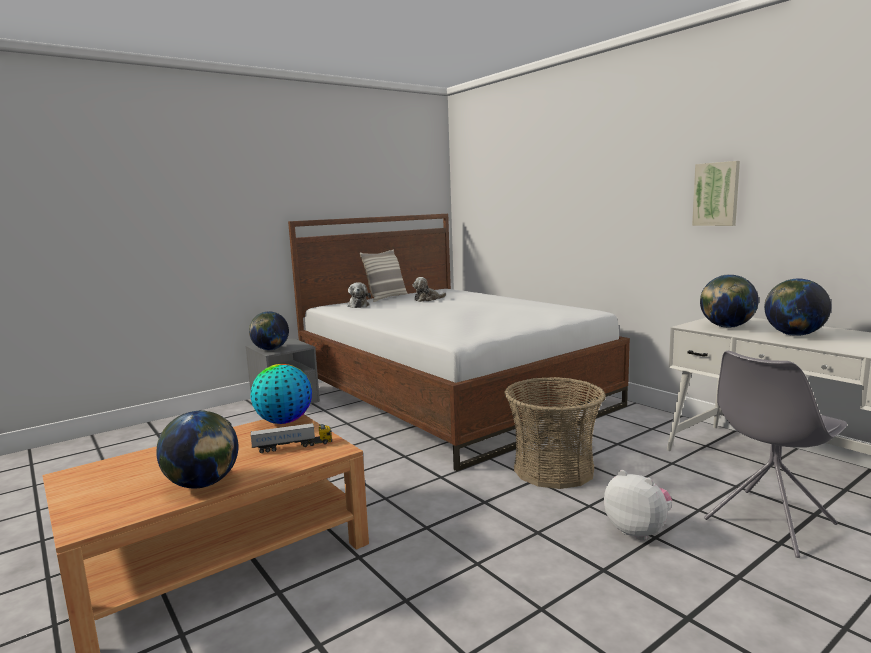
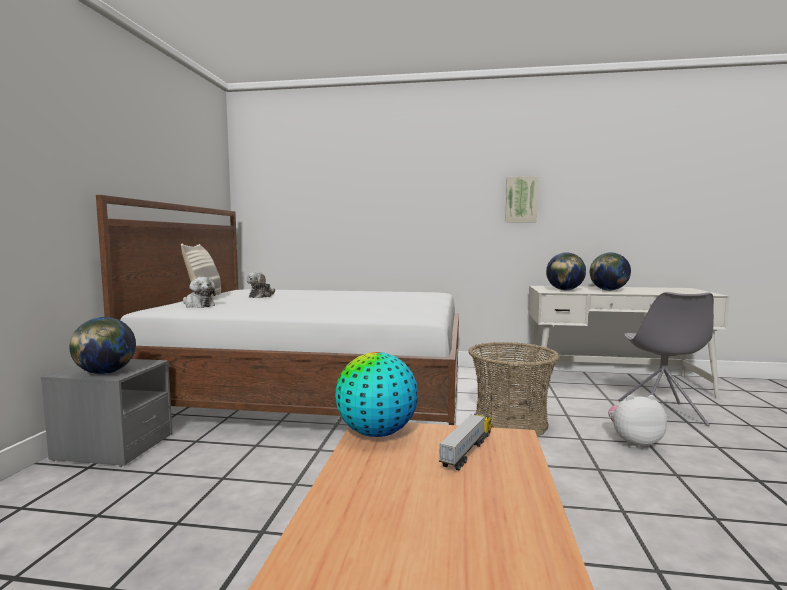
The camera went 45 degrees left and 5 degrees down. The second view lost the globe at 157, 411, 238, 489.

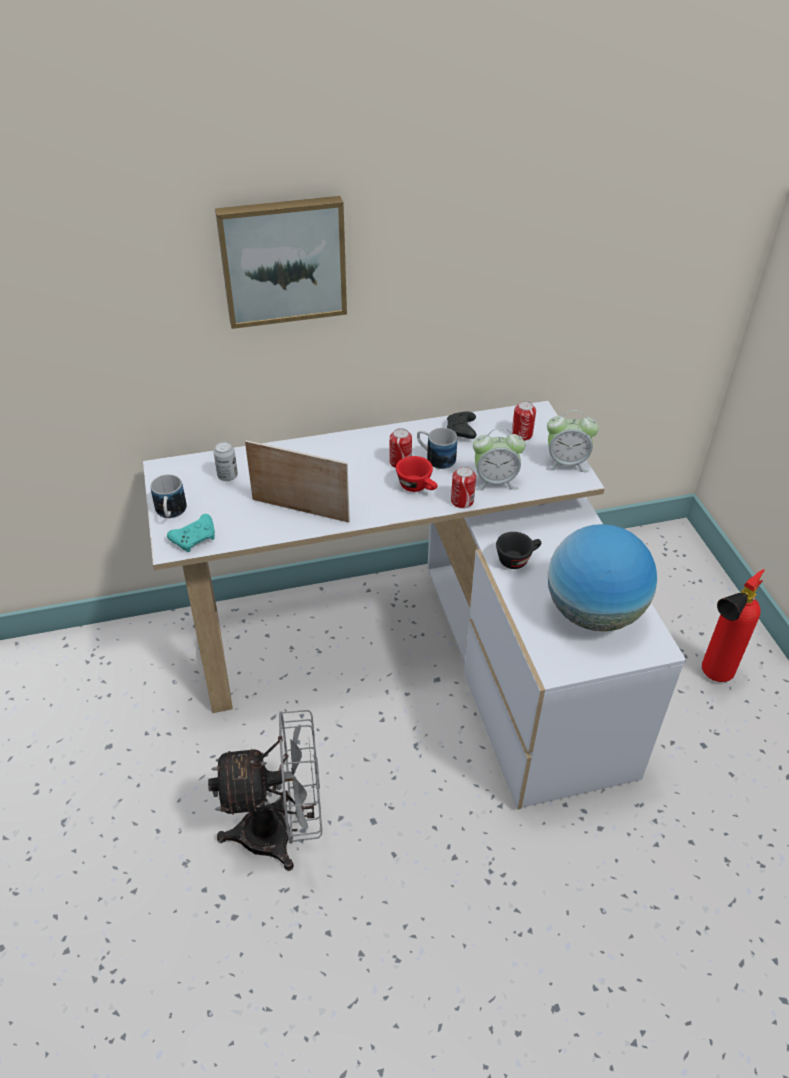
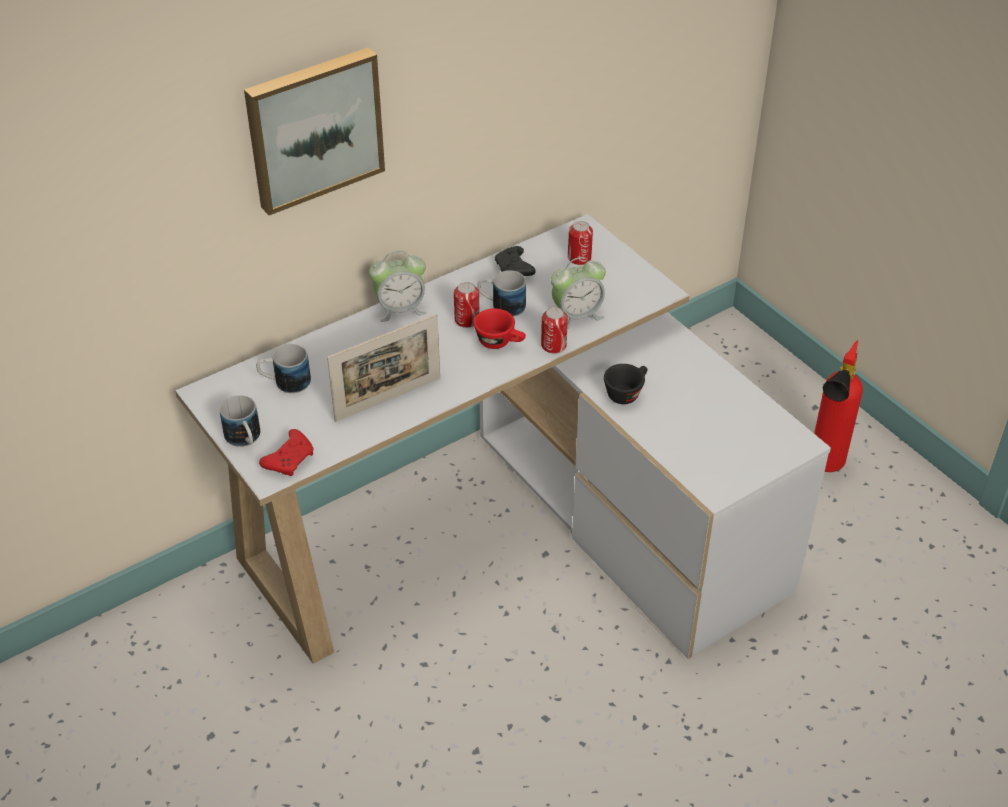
The camera went 20 degrees left and 0 degrees up. What was the game controller (turquoise) at 167, 514, 215, 552 turned into the game controller (red) at 259, 429, 313, 476. The second view lost the fan (grey) at 208, 710, 322, 871. Where the can stood at 213, 442, 238, 481, the mug came to stand at 256, 344, 311, 393. The picture frame at 245, 440, 350, 523 ended up facing another way, 150 degrees clockwise from before. The alarm clock ended up elsewhere, having gone from 546, 410, 599, 472 to 369, 251, 426, 322. The second view lost the globe at 548, 524, 657, 631.

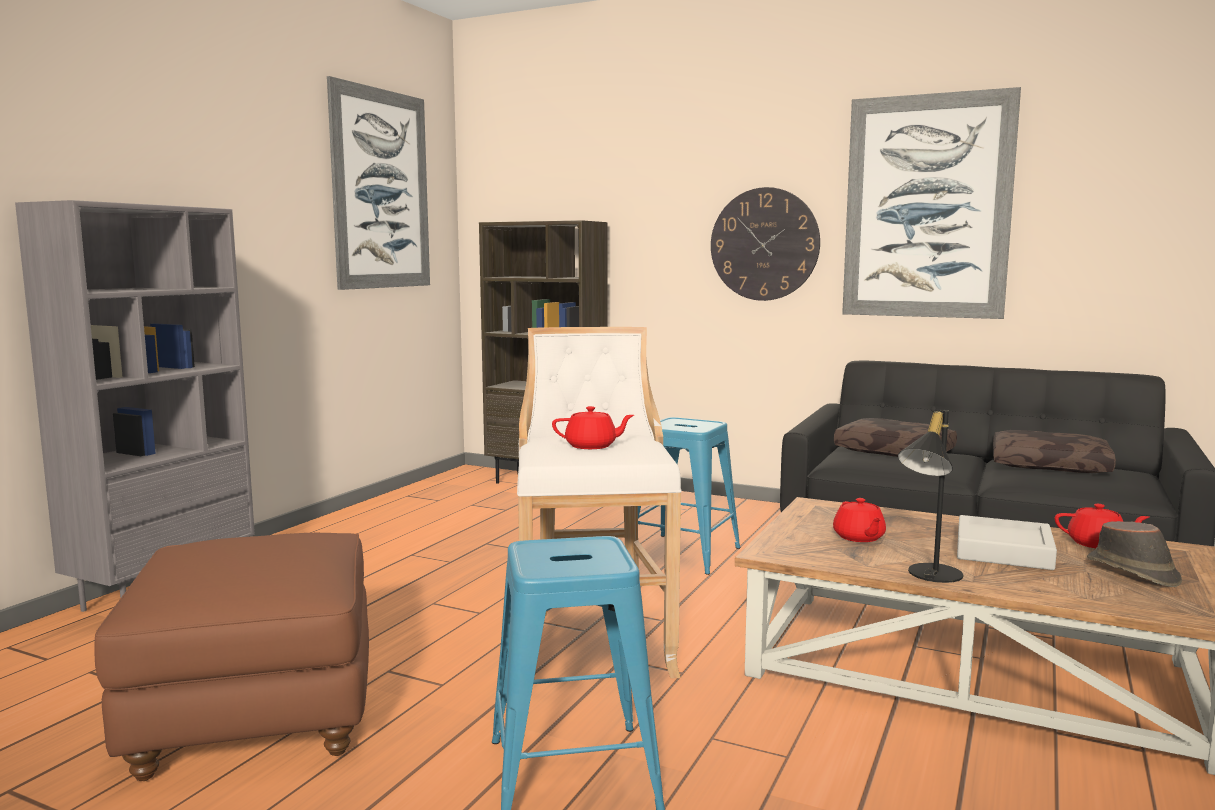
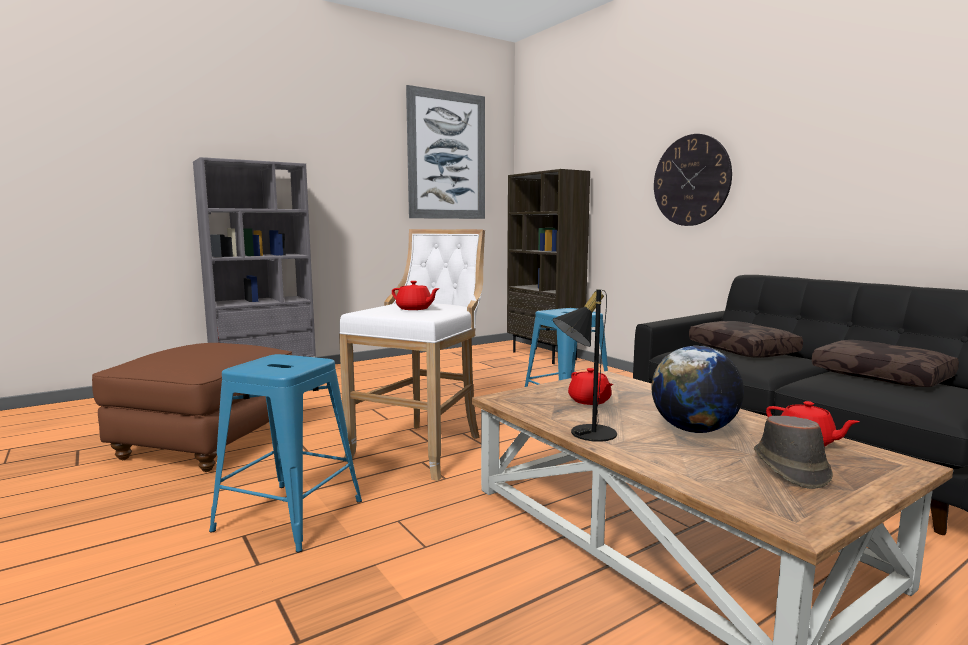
The camera went 30 degrees right and 0 degrees up. The teapot (red) at 833, 498, 886, 542 ended up facing another way, 45 degrees counterclockwise from before. The second view lost the picture at 842, 87, 1021, 319. Where the tray (grey) stood at 957, 515, 1057, 570, the globe came to stand at 652, 346, 744, 433.

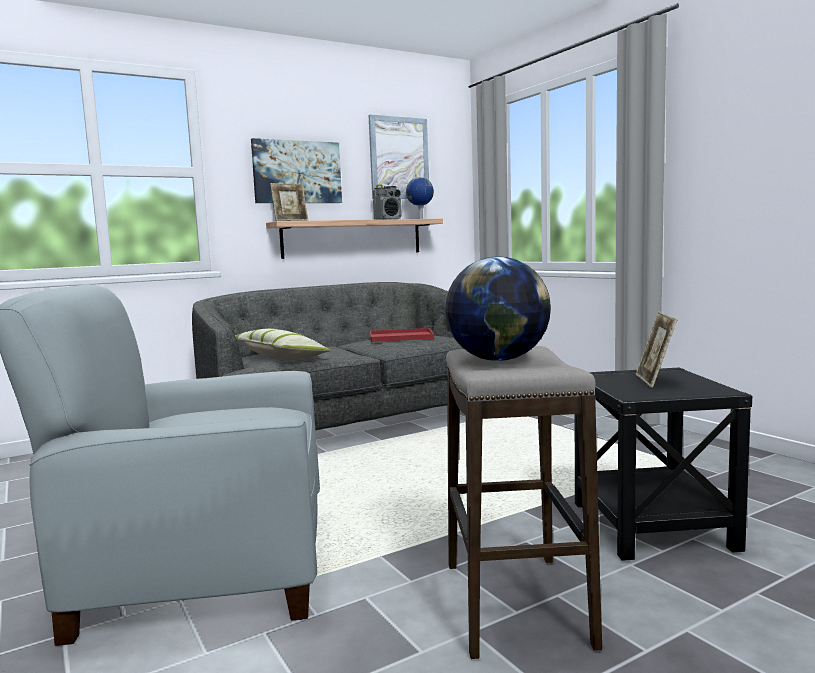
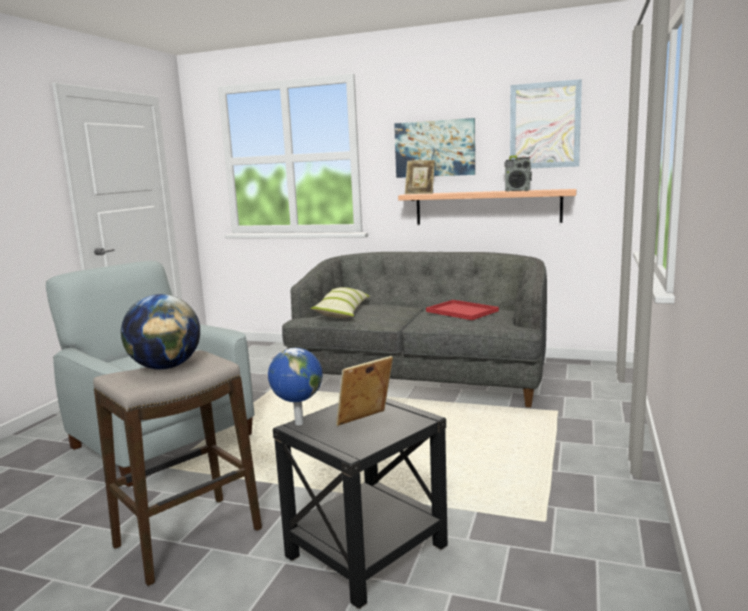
The camera went 50 degrees right and 5 degrees up. The globe ended up elsewhere, having gone from 406, 177, 434, 219 to 268, 348, 323, 425.

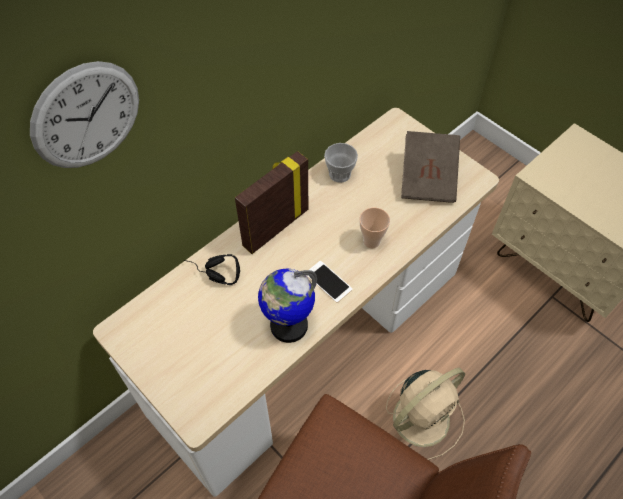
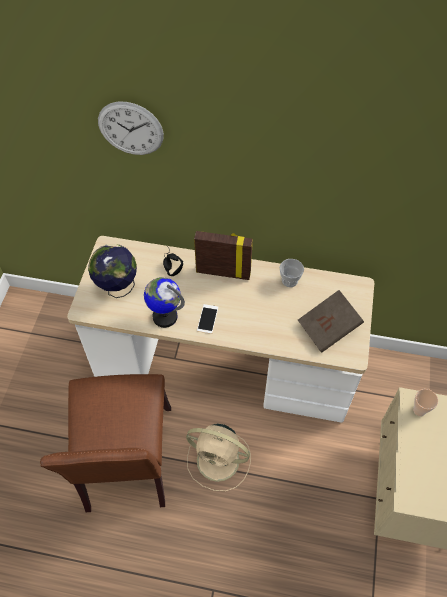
The camera went 55 degrees right and 0 degrees up. The cup ended up elsewhere, having gone from 360, 207, 390, 248 to 413, 389, 438, 416. The second view gained the globe at 88, 244, 137, 298.

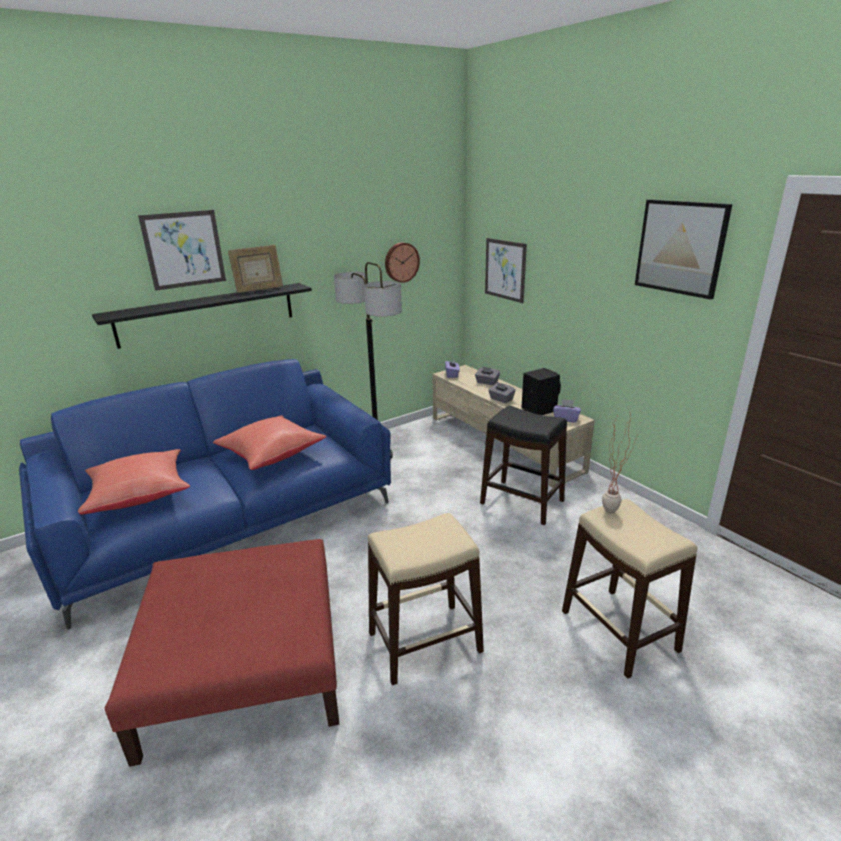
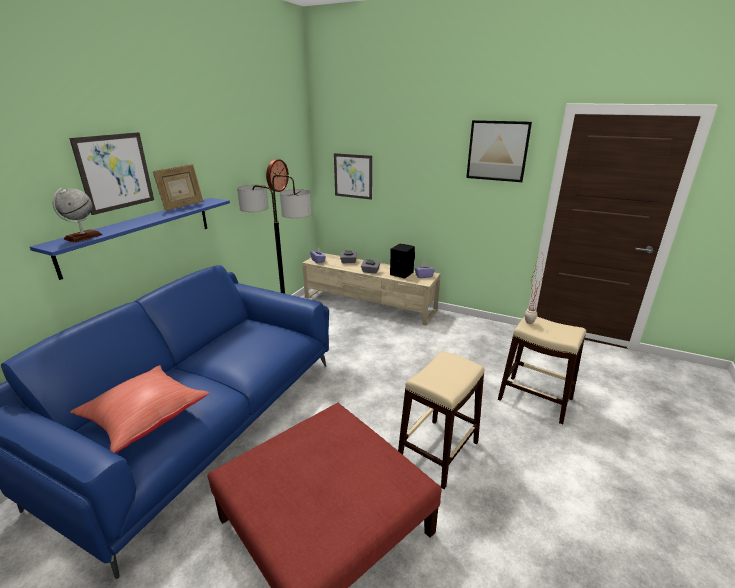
The camera went 30 degrees left and 0 degrees up. What was the shelf (black) at 92, 283, 312, 349 turned into the shelf (blue) at 30, 198, 230, 280. The second view lost the pillow (red) at 213, 415, 326, 470. The second view lost the stool (black) at 480, 406, 567, 525. The second view gained the globe at 53, 188, 103, 243.

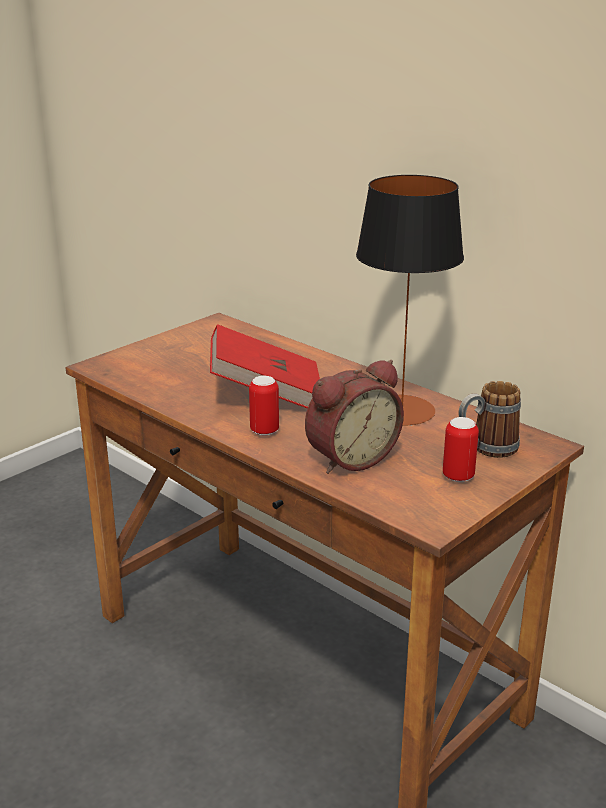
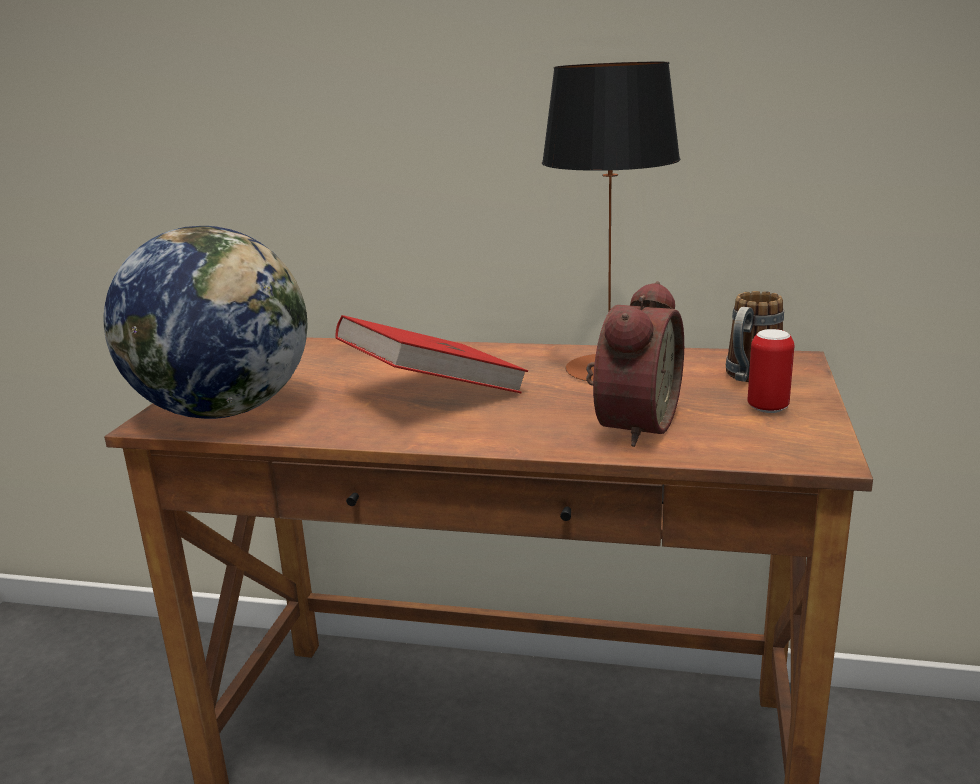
The camera went 30 degrees left and 5 degrees down. The second view lost the can at 249, 376, 279, 436. The second view gained the globe at 103, 226, 308, 419.

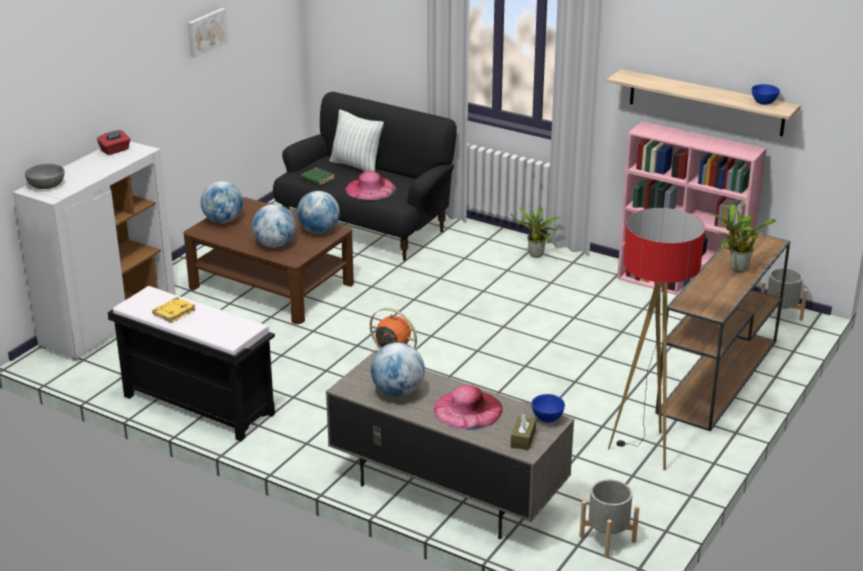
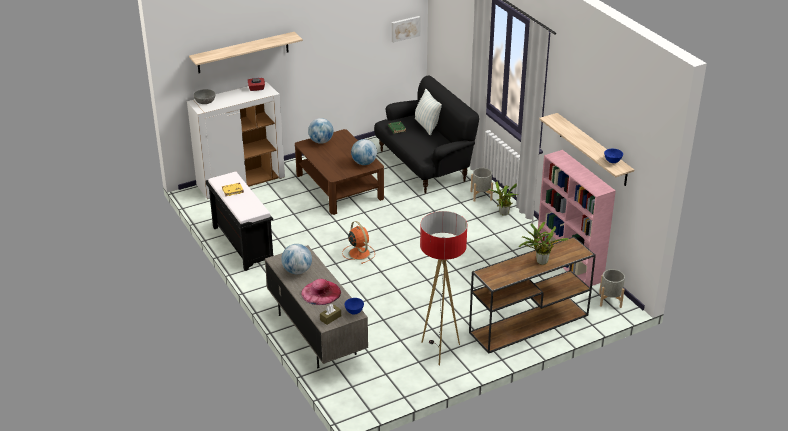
The camera went 30 degrees right and 5 degrees up. The picture ended up elsewhere, having gone from 188, 8, 228, 58 to 392, 16, 421, 43. The second view lost the globe at 252, 204, 296, 248. The second view lost the hat (pink) at 345, 171, 396, 200. The planter (grey) ended up elsewhere, having gone from 580, 479, 639, 557 to 470, 168, 493, 202. The second view gained the shelf at 189, 32, 303, 73.

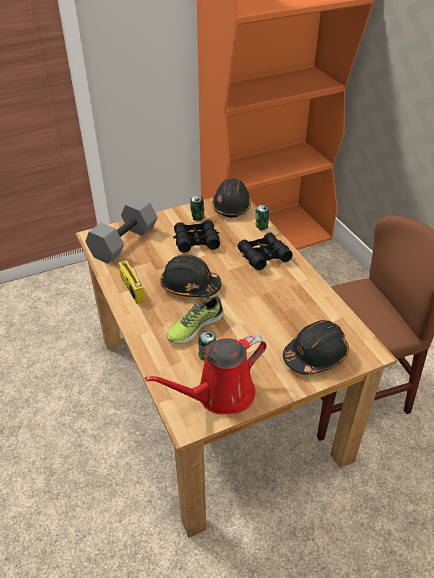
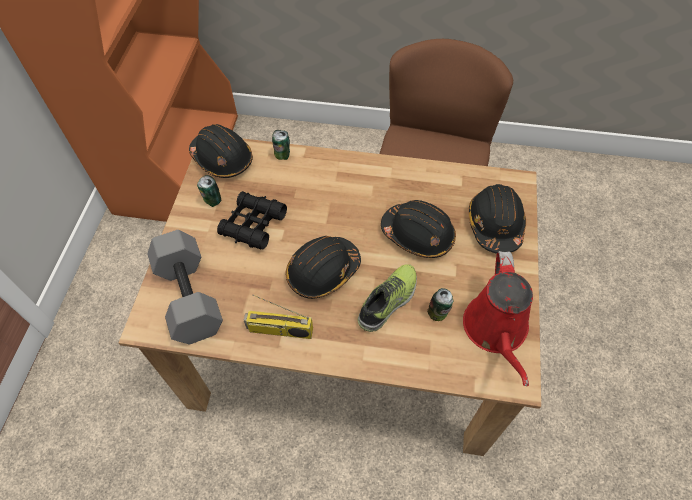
The camera went 55 degrees left and 15 degrees up. The shoe at 167, 296, 224, 344 ended up facing another way, 135 degrees counterclockwise from before. The second view lost the binoculars (black) at 238, 232, 293, 270. The second view gained the hard hat (black) at 381, 200, 456, 258.

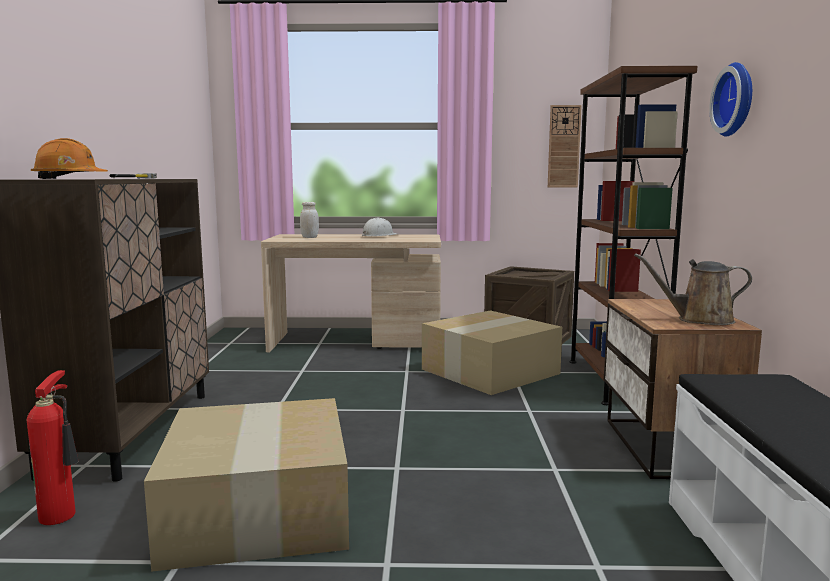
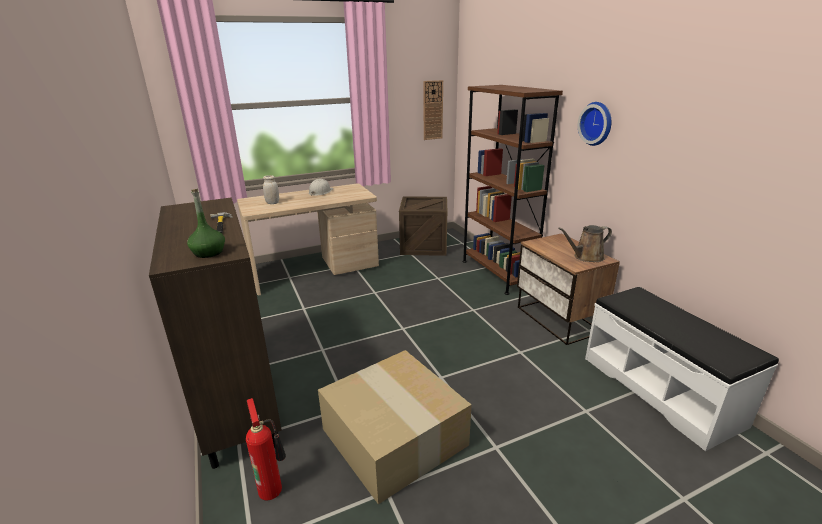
The camera went 25 degrees left and 15 degrees up. Where the hard hat (orange) stood at 31, 138, 108, 179, the bottle (green) came to stand at 187, 189, 225, 258. The second view lost the cardboard box at 422, 310, 562, 395.

